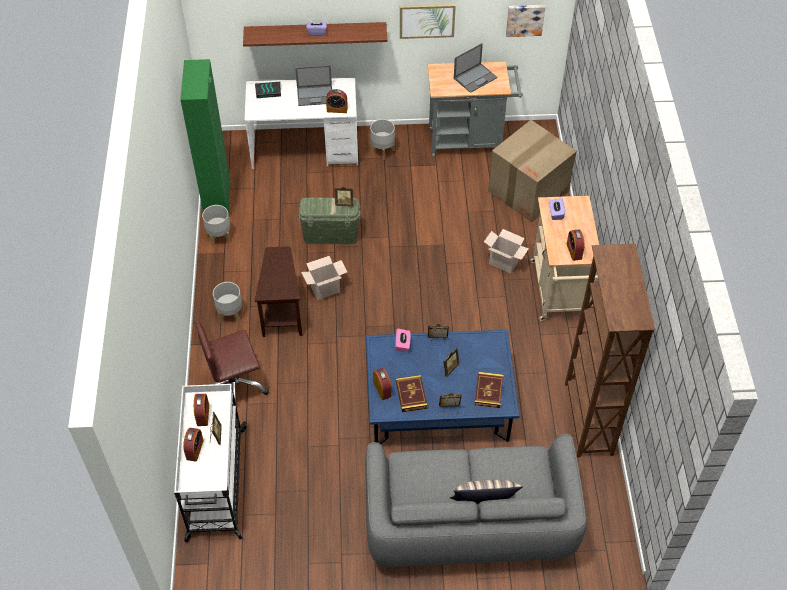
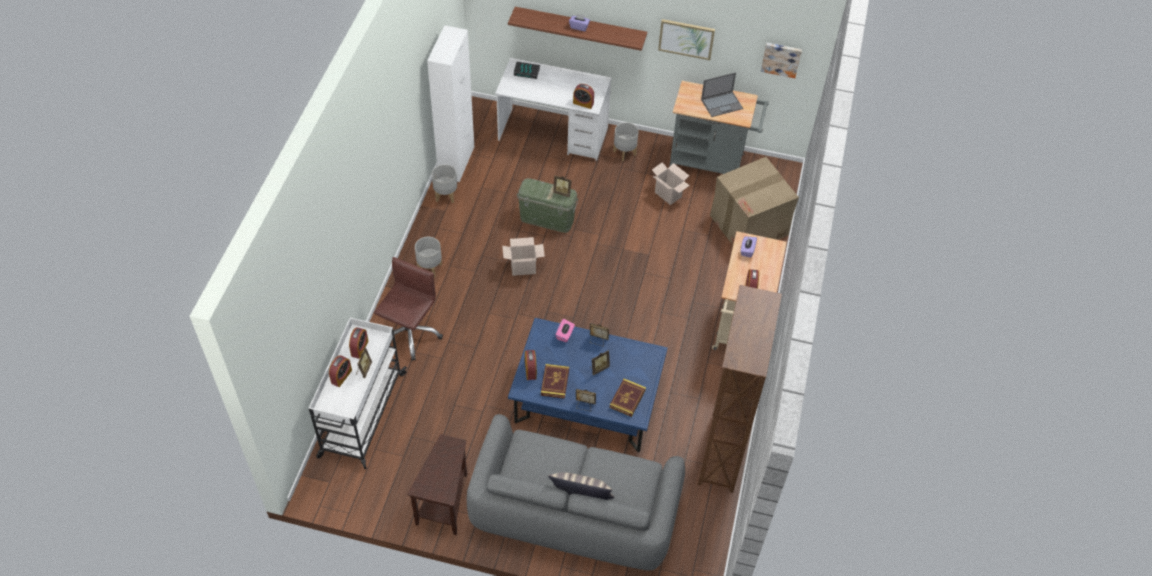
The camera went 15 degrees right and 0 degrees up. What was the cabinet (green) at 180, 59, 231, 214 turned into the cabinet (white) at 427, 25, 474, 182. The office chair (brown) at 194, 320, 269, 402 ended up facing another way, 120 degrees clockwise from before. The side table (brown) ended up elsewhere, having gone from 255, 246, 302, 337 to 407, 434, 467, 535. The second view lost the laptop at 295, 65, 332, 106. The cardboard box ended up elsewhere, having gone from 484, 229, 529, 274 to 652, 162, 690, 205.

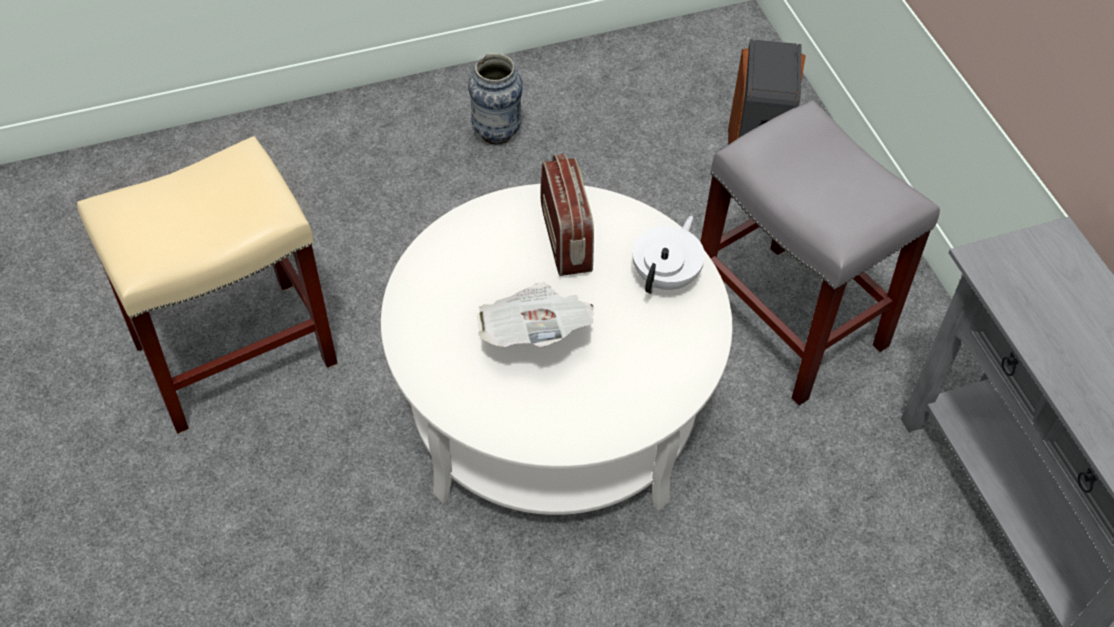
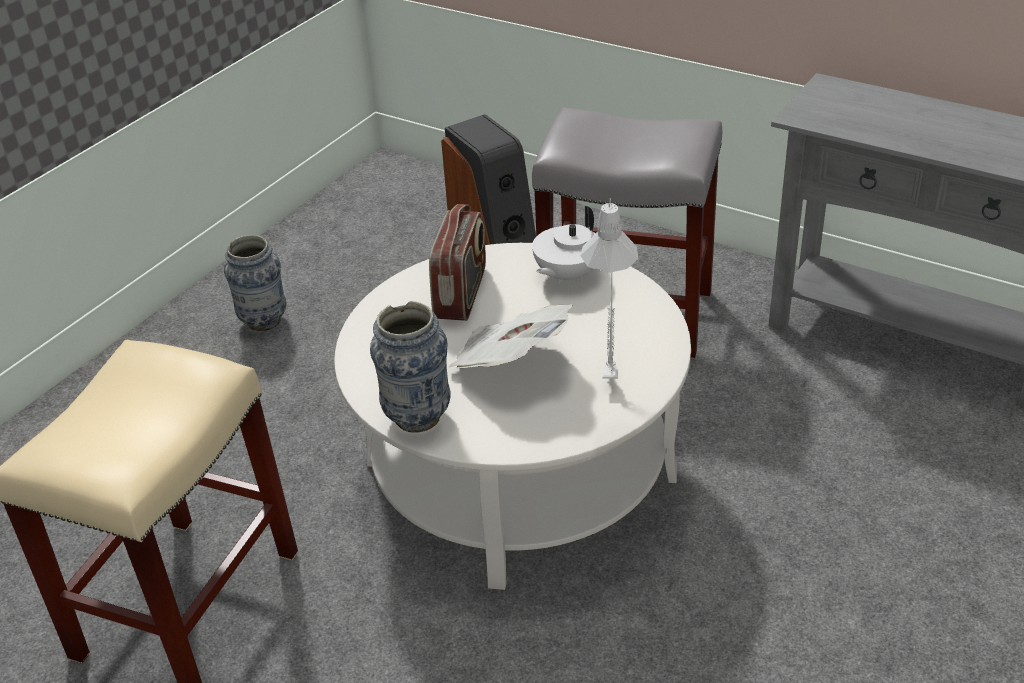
The camera went 35 degrees left and 15 degrees down. The radio at 540, 154, 594, 276 ended up facing another way, 60 degrees clockwise from before. The teapot (white) at 632, 216, 705, 294 ended up facing another way, 135 degrees counterclockwise from before. The second view gained the vase at 370, 301, 451, 433. The second view gained the table lamp (grey) at 580, 198, 638, 379.

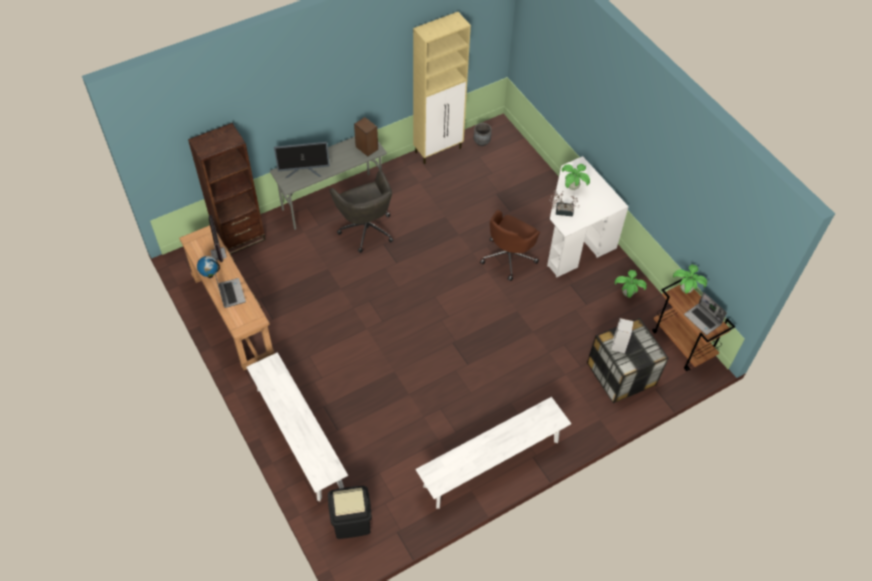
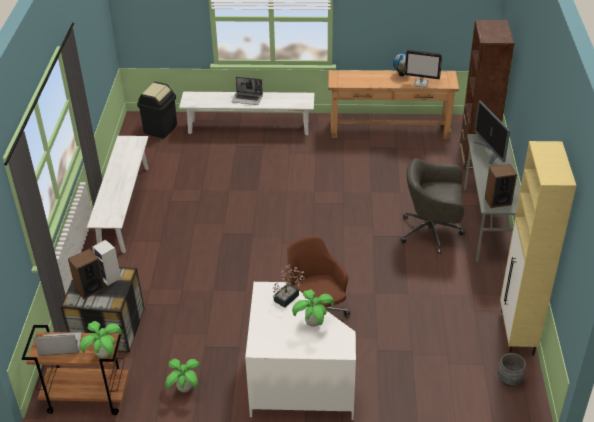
The camera went 125 degrees right and 15 degrees down. The laptop ended up elsewhere, having gone from 214, 272, 246, 308 to 232, 76, 263, 105. The monitor at 274, 142, 330, 178 ended up facing another way, 45 degrees counterclockwise from before. The second view gained the speaker at 68, 248, 105, 299.

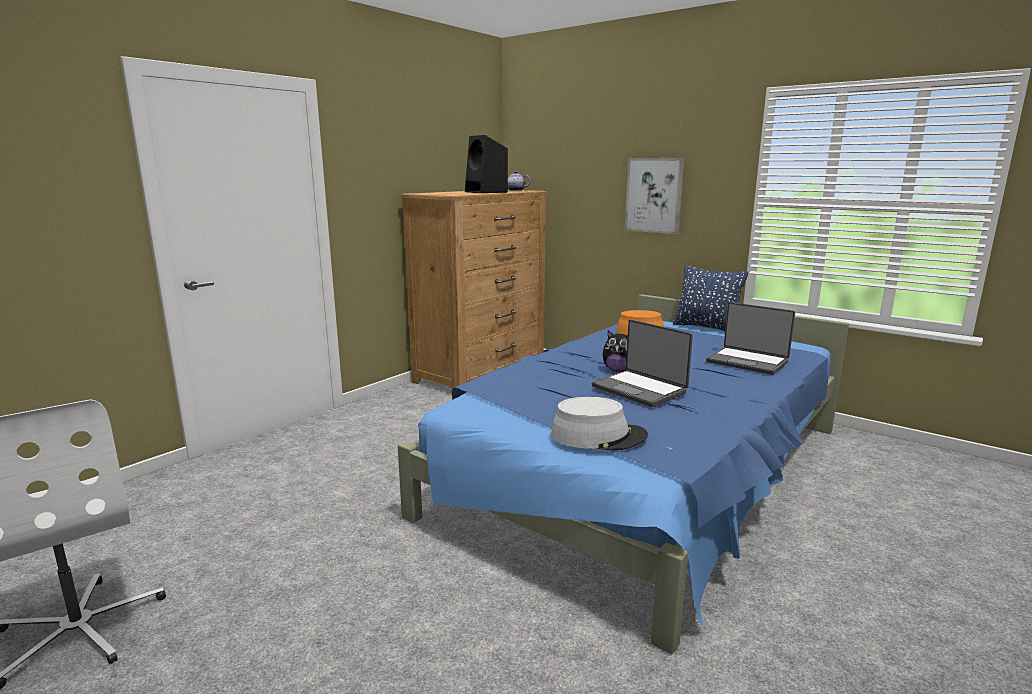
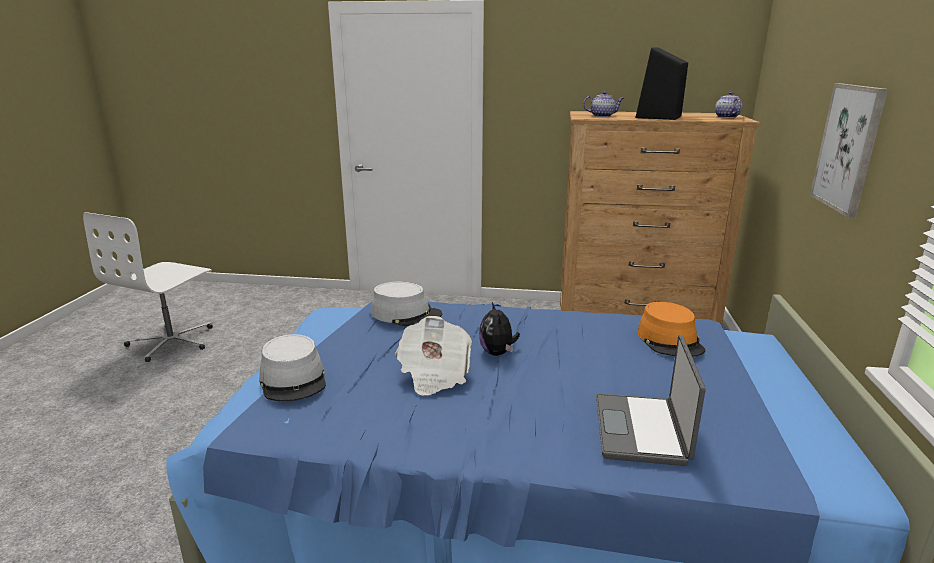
The camera went 60 degrees right and 5 degrees up. Where the laptop stood at 591, 319, 693, 407, the newspaper came to stand at 395, 316, 472, 396. The second view lost the pillow (blue) at 673, 266, 748, 331. The second view gained the hat (grey) at 371, 282, 442, 326. The second view gained the teapot at 583, 91, 624, 117.

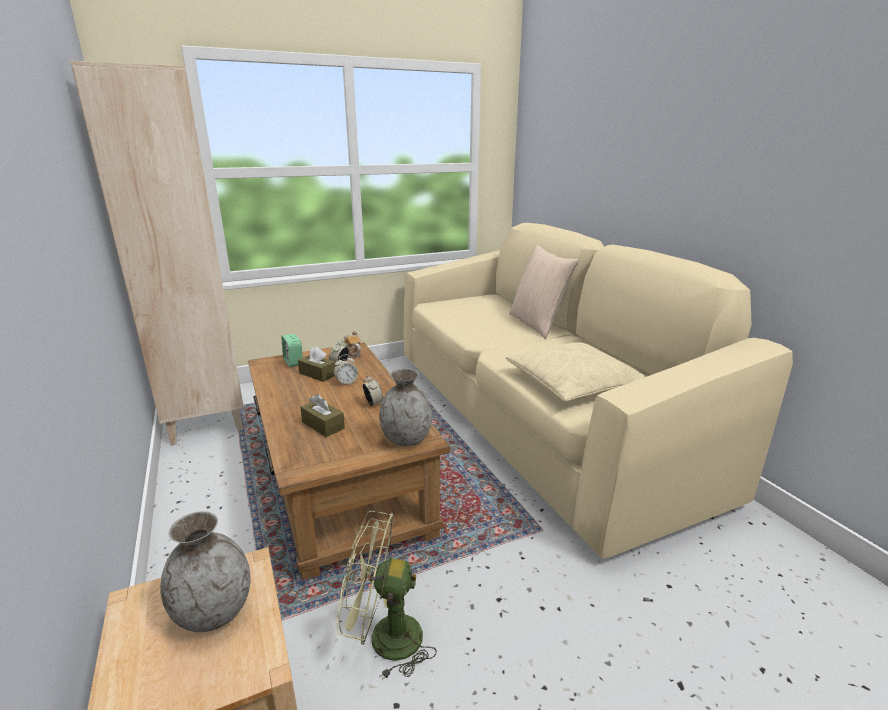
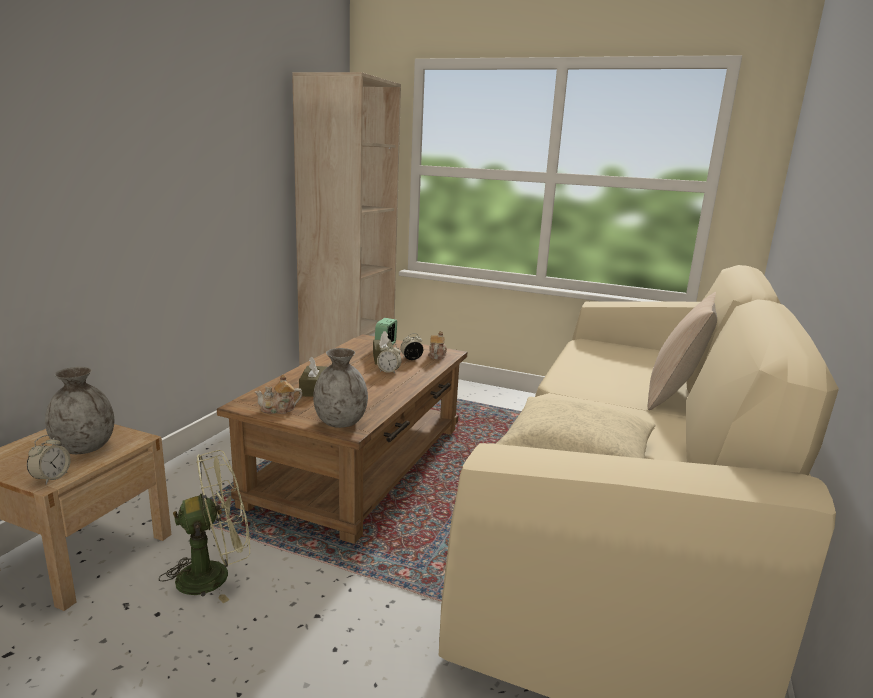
The camera went 45 degrees right and 5 degrees down. The fan (green) at 337, 511, 437, 680 ended up facing another way, 105 degrees clockwise from before. The alarm clock ended up elsewhere, having gone from 363, 375, 384, 406 to 27, 435, 71, 485. The second view gained the teapot at 255, 374, 302, 414.

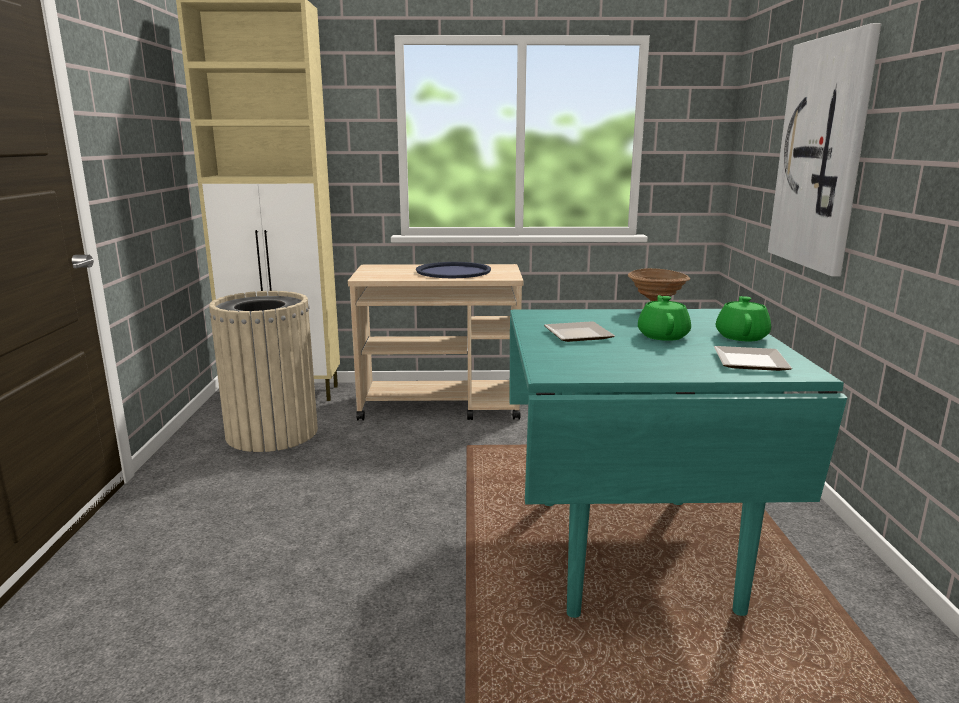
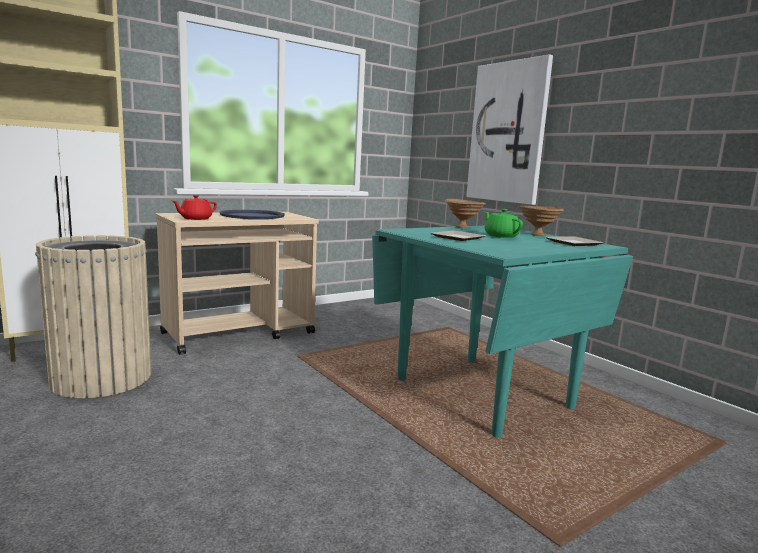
The camera went 35 degrees left and 5 degrees down. Where the teapot (green) stood at 716, 296, 771, 341, the bowl (brown) came to stand at 518, 205, 564, 236. The second view gained the teapot (red) at 172, 195, 217, 220.

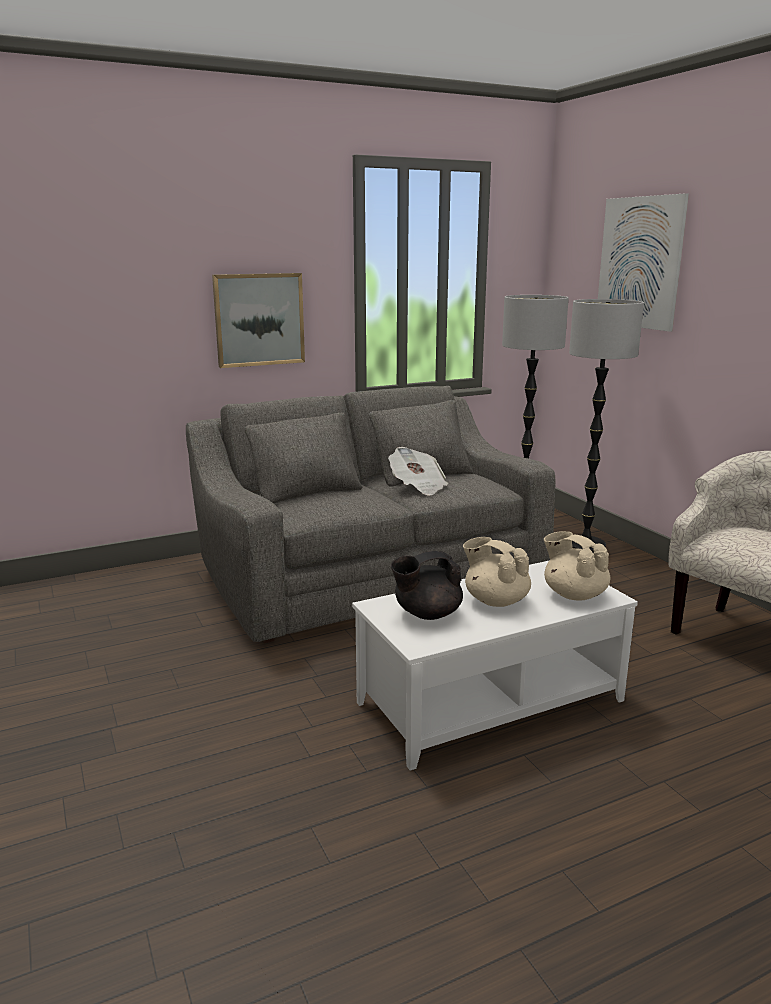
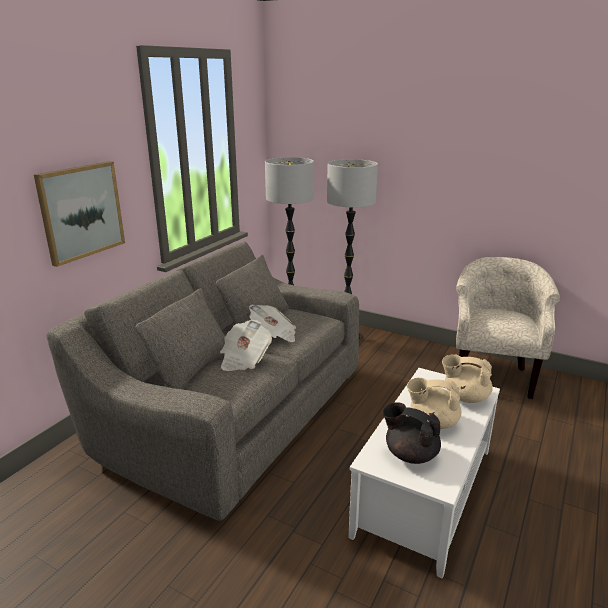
The camera went 35 degrees left and 5 degrees up. The teapot (black) at 391, 551, 463, 620 ended up facing another way, 90 degrees clockwise from before. The second view lost the picture at 598, 193, 689, 332. The second view gained the newspaper at 220, 320, 272, 371.

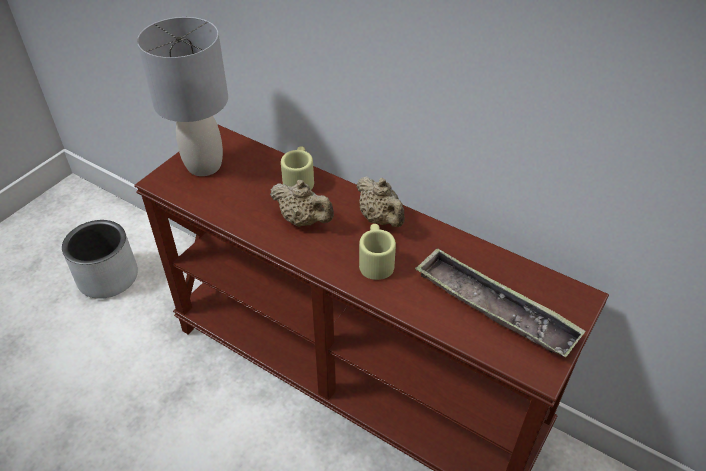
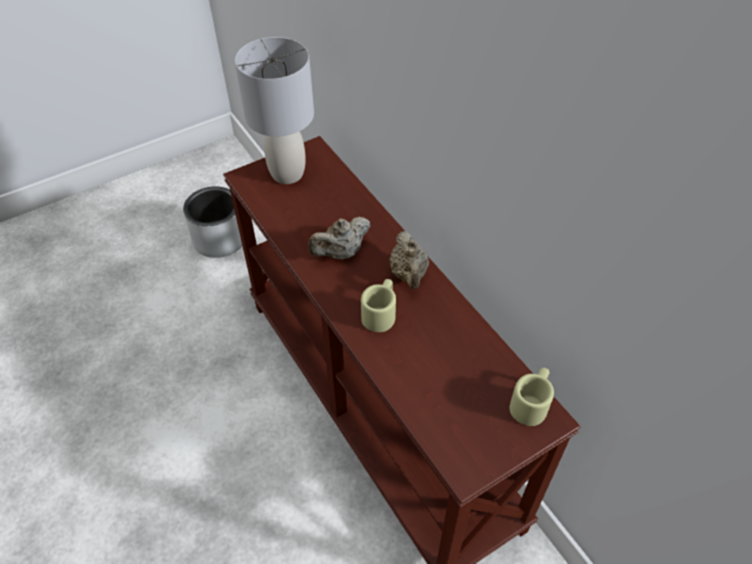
The camera went 25 degrees right and 5 degrees up. The teapot (beige) at 270, 180, 334, 227 ended up facing another way, 90 degrees clockwise from before. The mug (beige) ended up elsewhere, having gone from 281, 146, 314, 190 to 510, 367, 554, 426. The second view lost the tray at 415, 248, 586, 357.

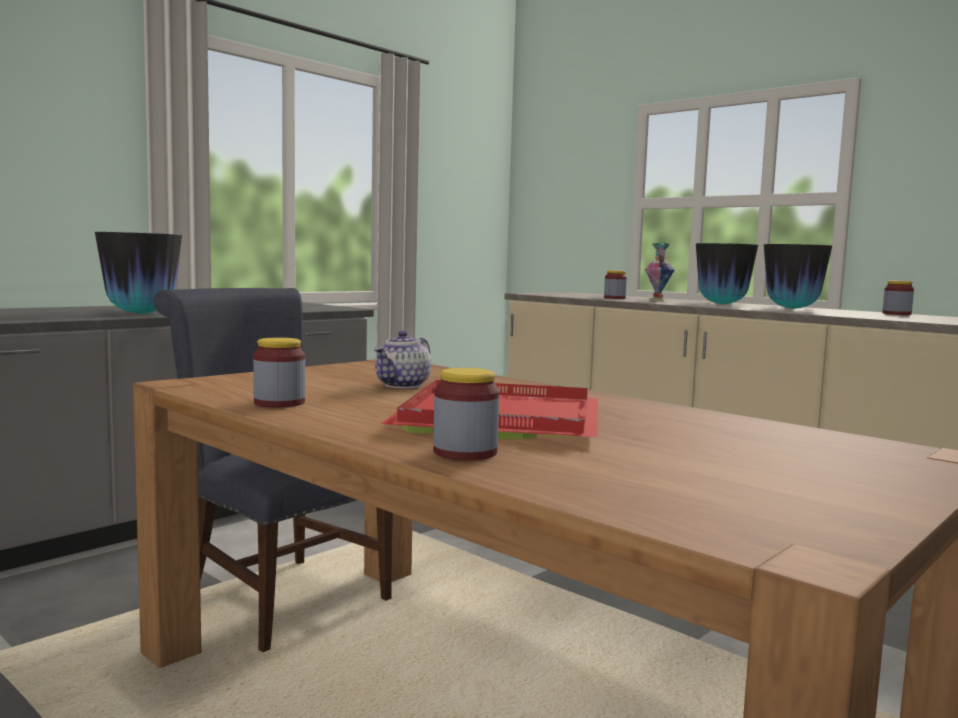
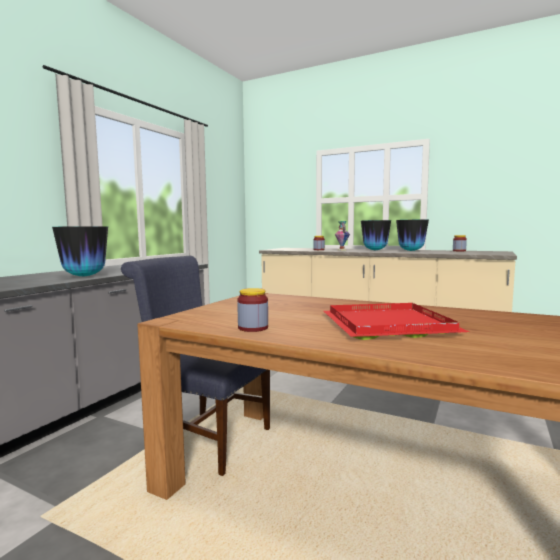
The camera went 15 degrees left and 0 degrees up. The second view lost the teapot at 374, 331, 431, 388. The second view lost the jar at 433, 368, 499, 461.

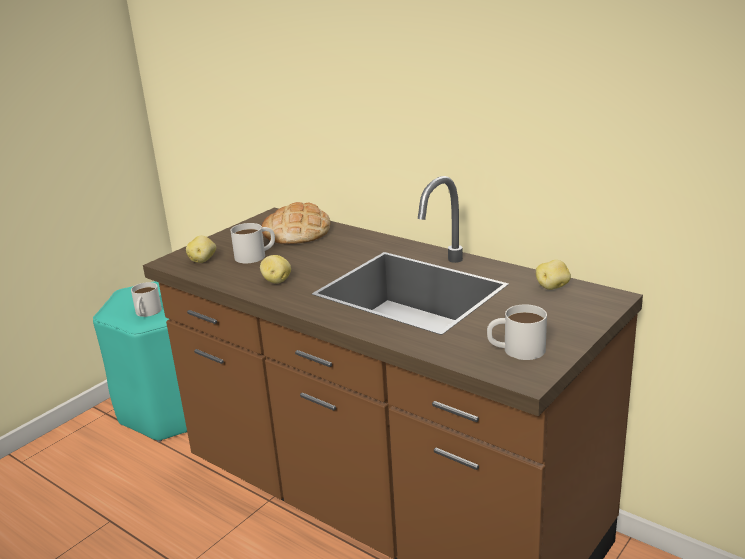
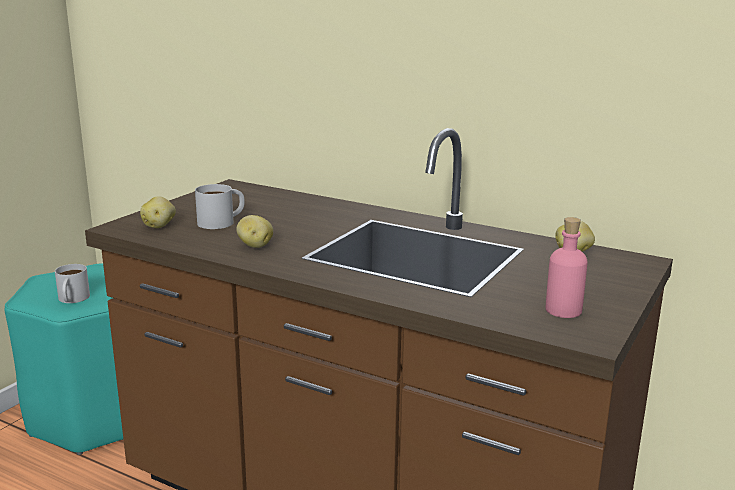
The camera went 10 degrees left and 5 degrees down. The second view lost the bread at 262, 202, 331, 244. Where the mug (white) stood at 487, 304, 547, 360, the bottle (pink) came to stand at 546, 217, 588, 318.

